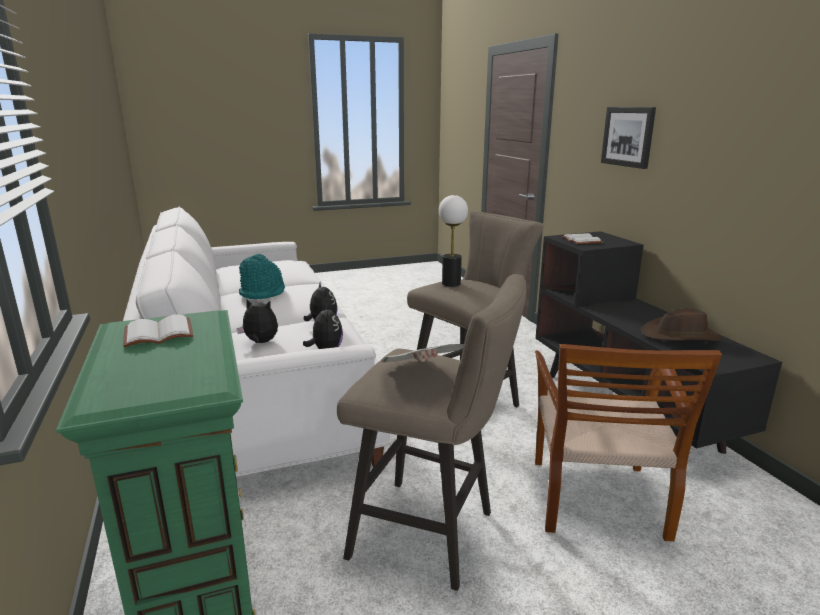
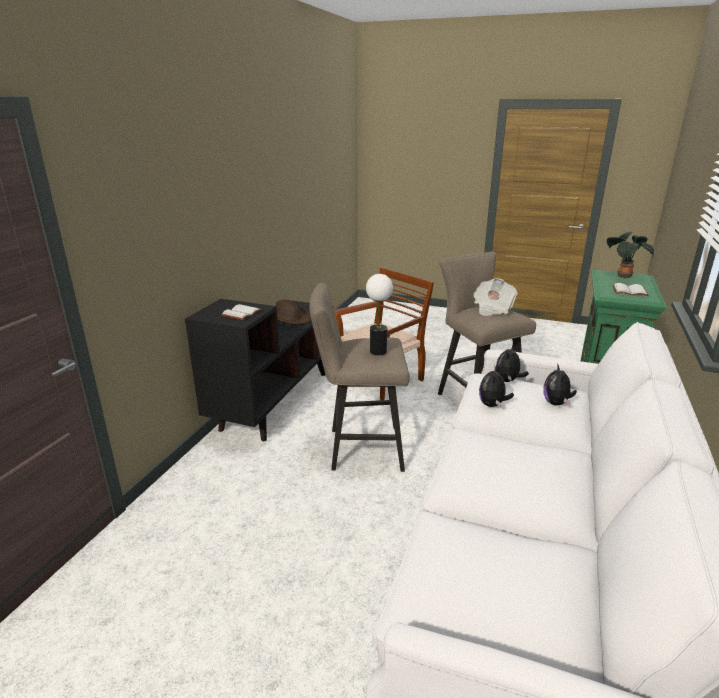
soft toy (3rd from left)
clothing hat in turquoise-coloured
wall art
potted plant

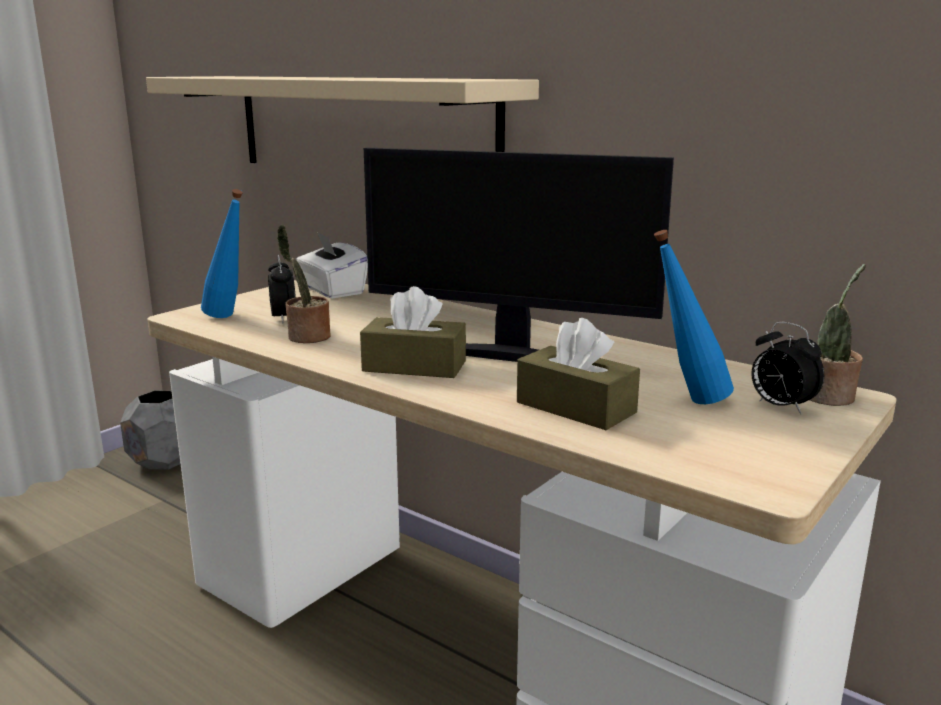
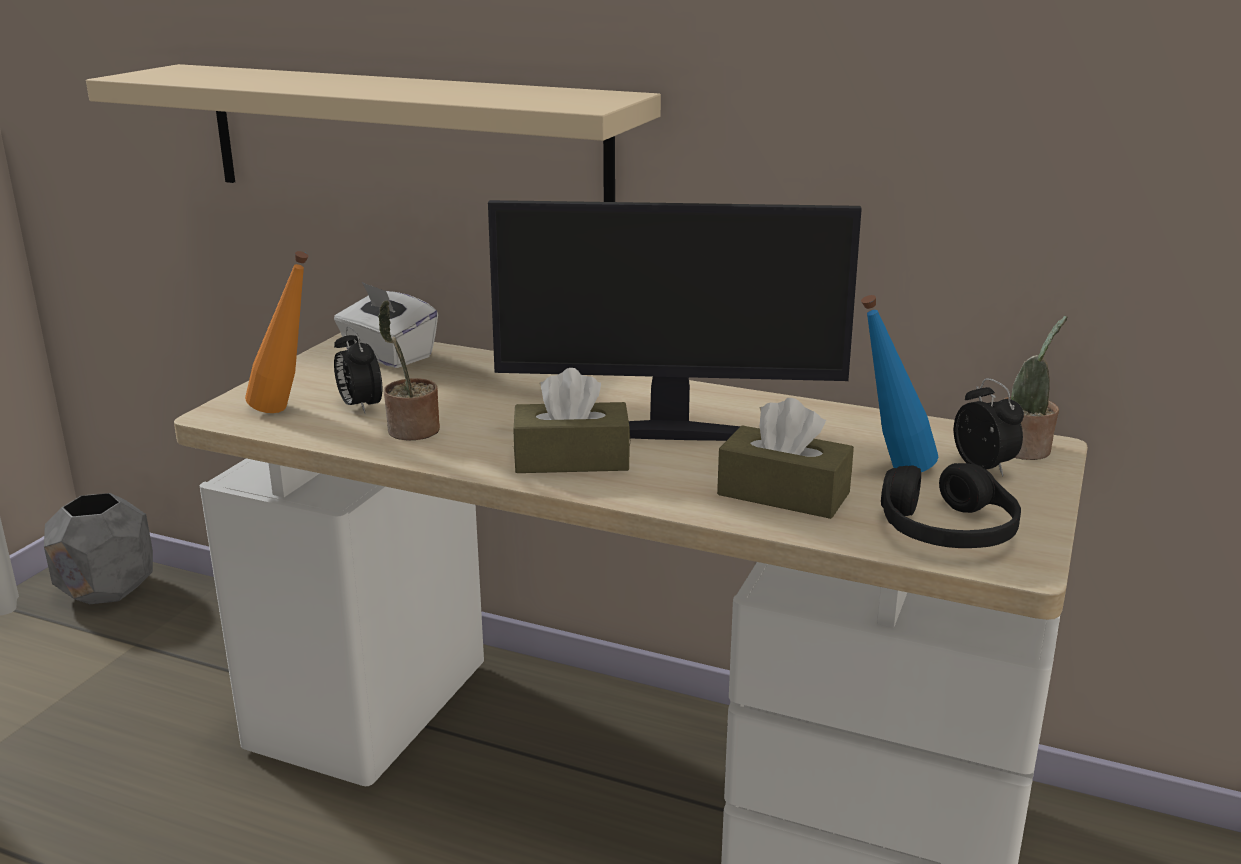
drink bottle in orange-coloured
table clock (2nd from left)
headset in blackish

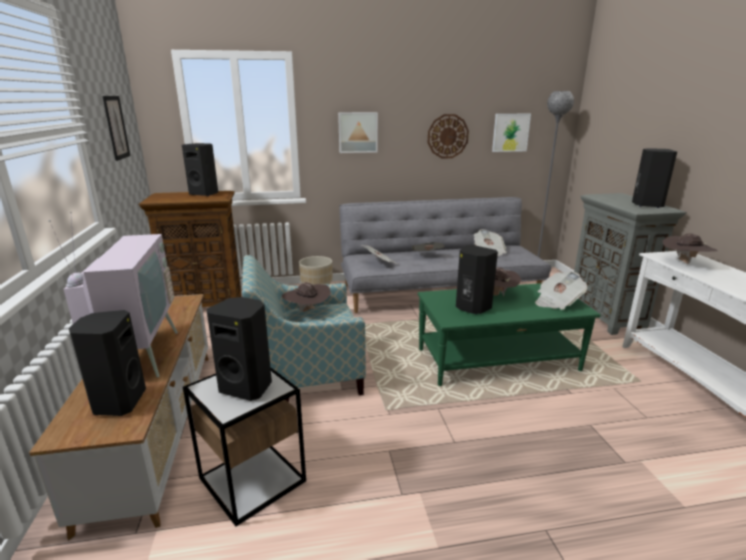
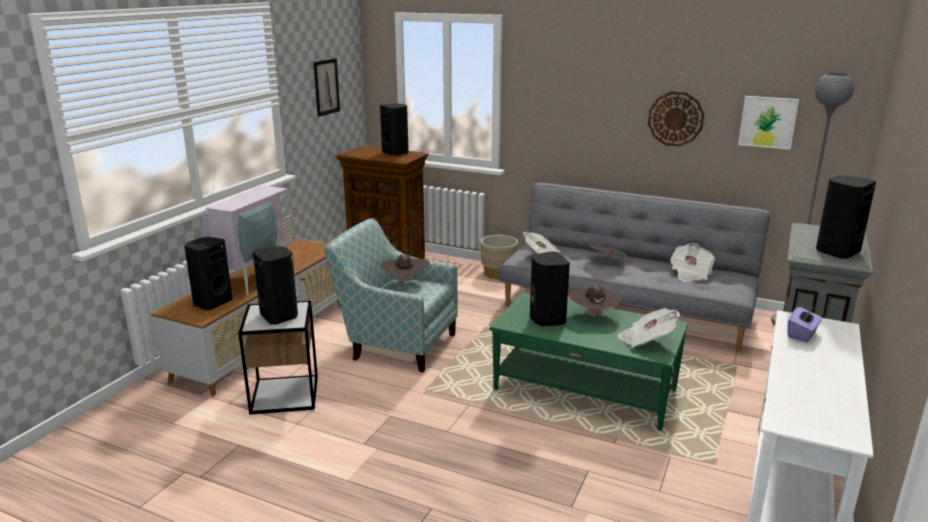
wall art (2nd from left in the first image)
tissue box in purple

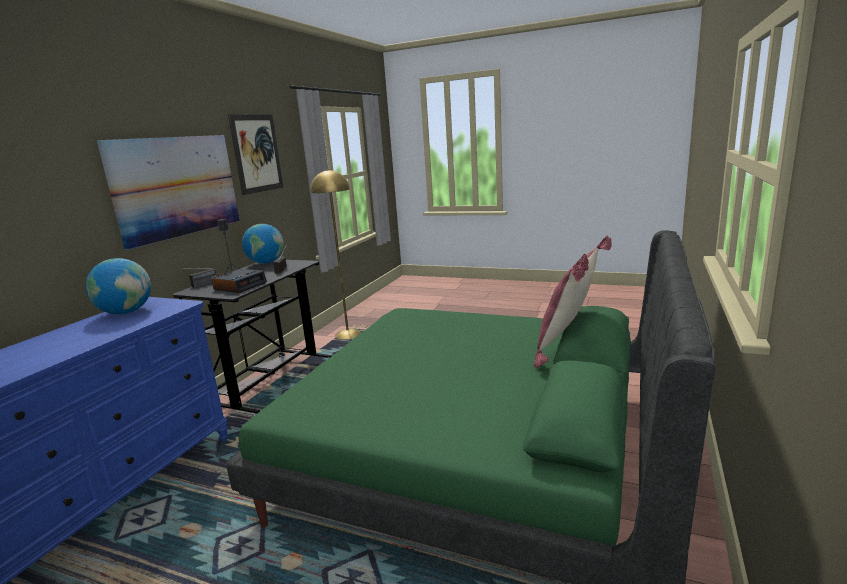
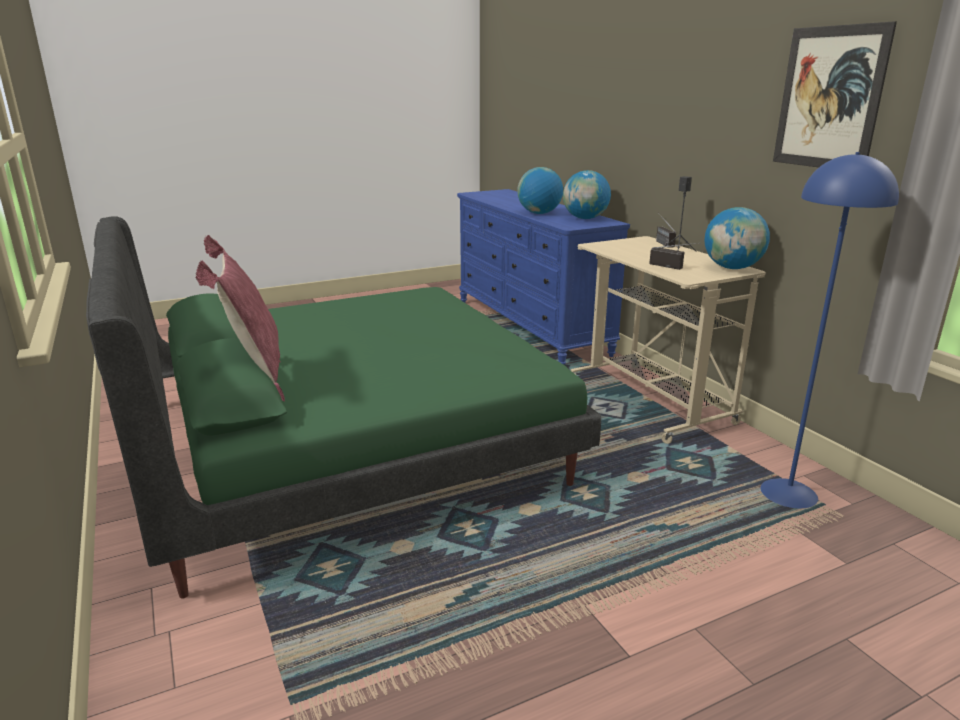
wall art (1st from left in the first image)
desk in sand-coloured
table clock
standing lamp in blue
world globe (1st from left)

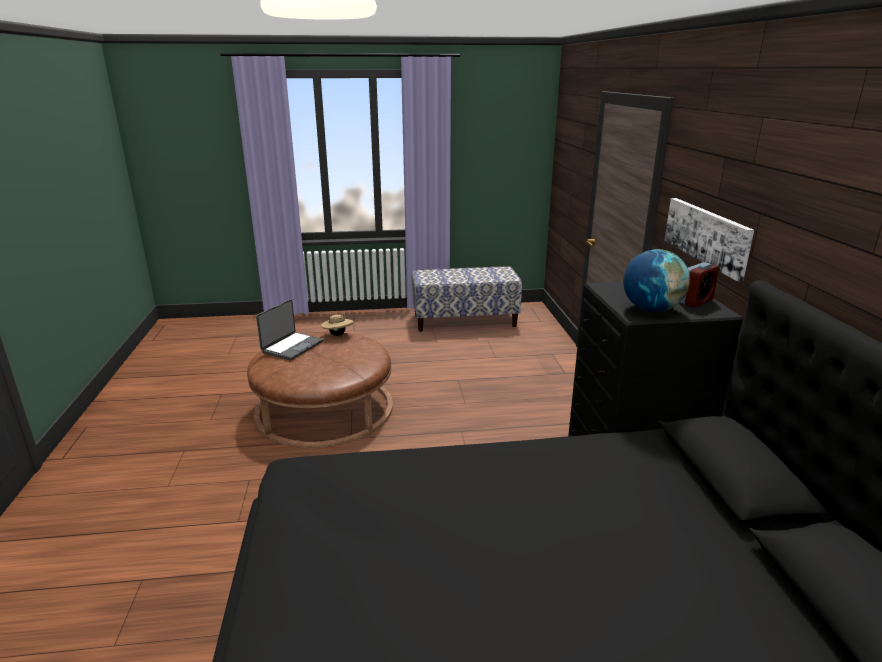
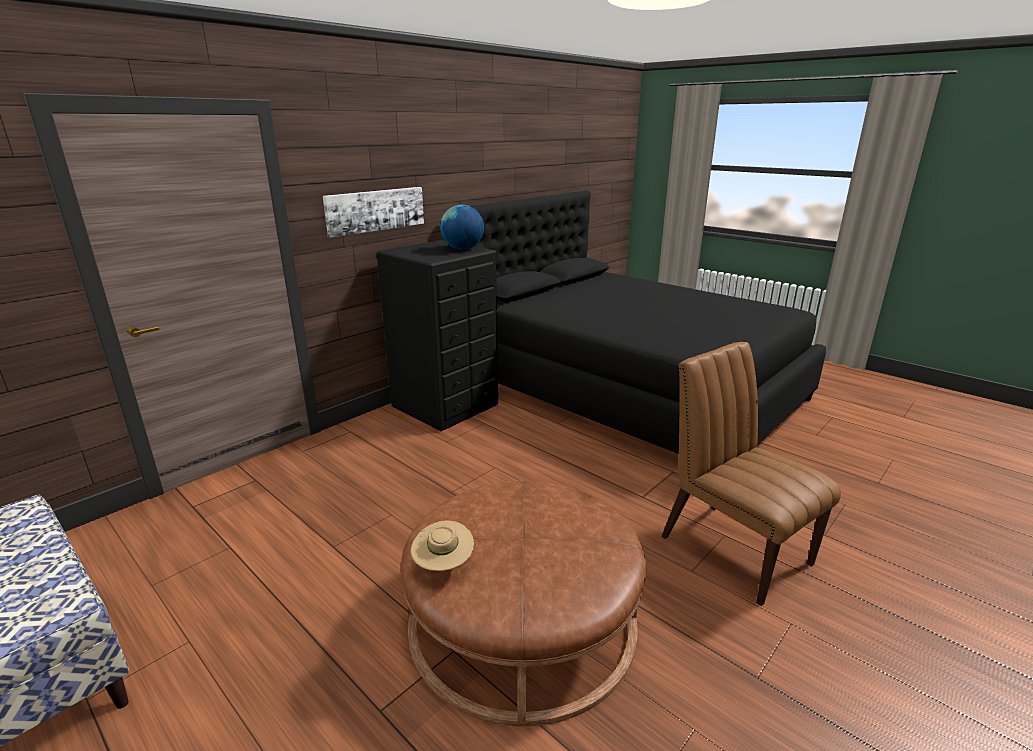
portable computer
table clock
chair in brown-coloured

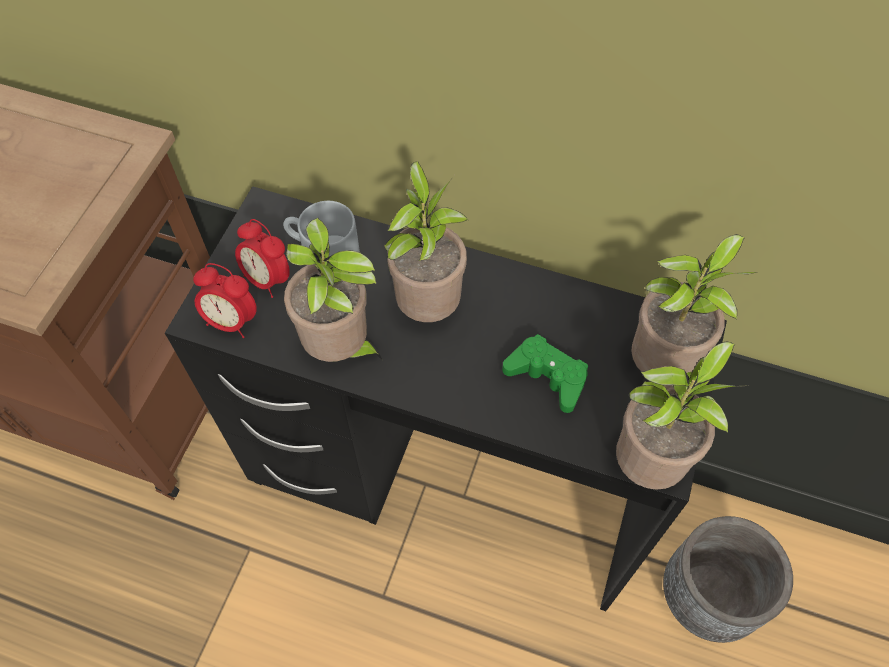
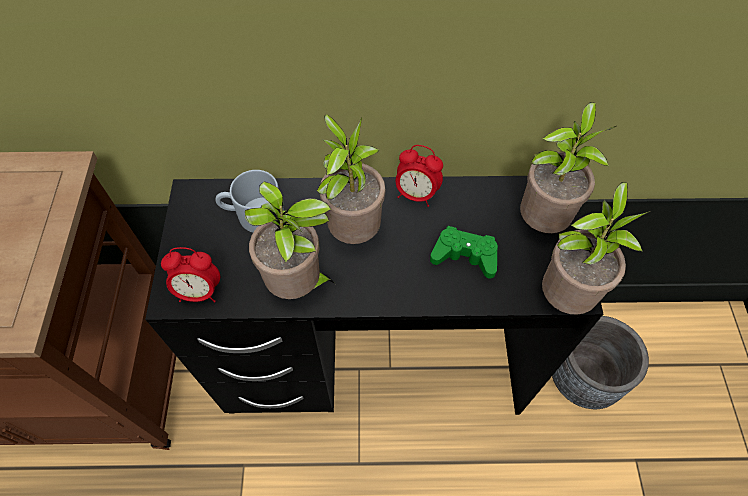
table clock (2nd from left)

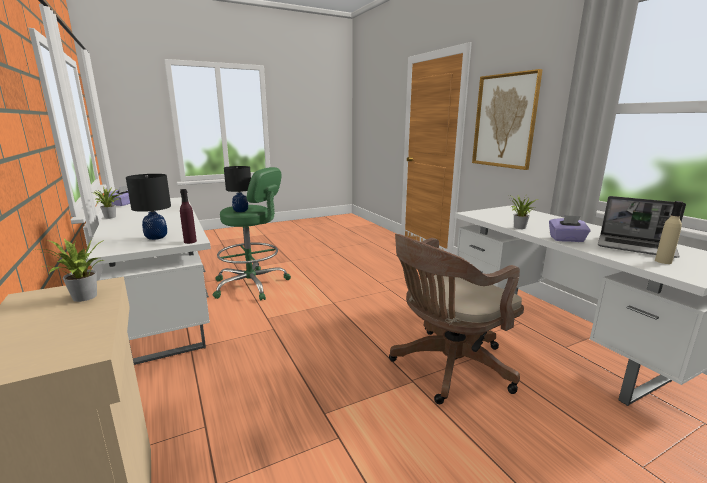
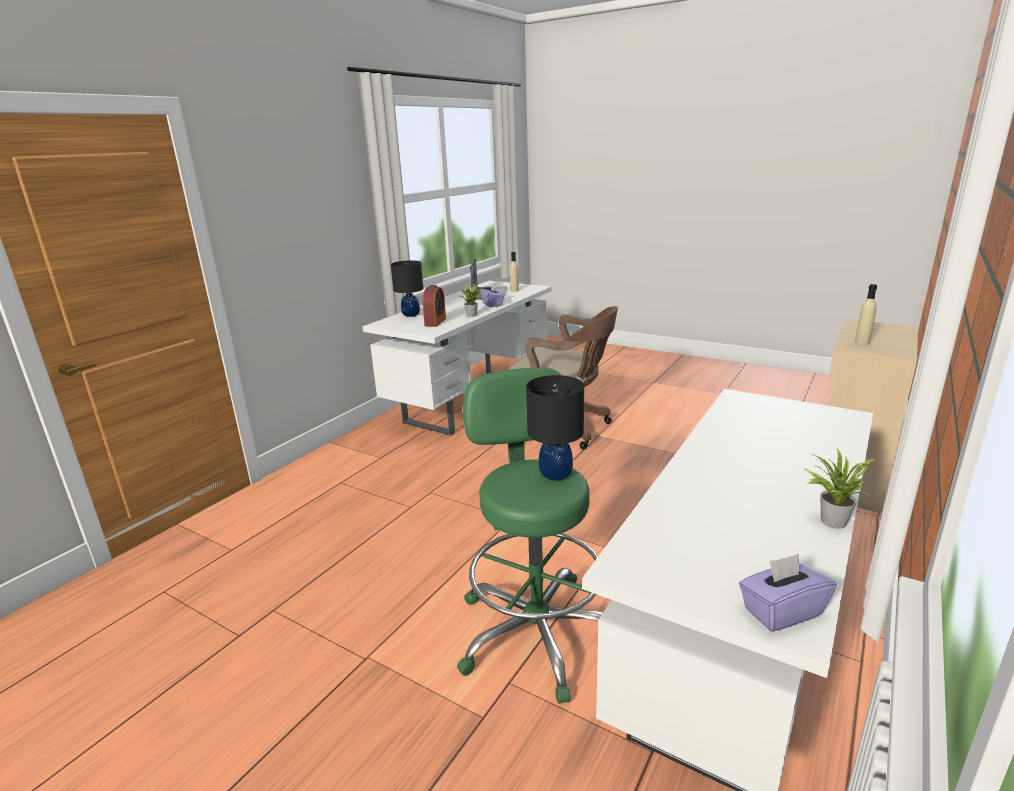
drink bottle in sand-coloured (2nd from left)
lamp for a table in blackish (1st from left)
drink bottle in purple
wall art
table clock

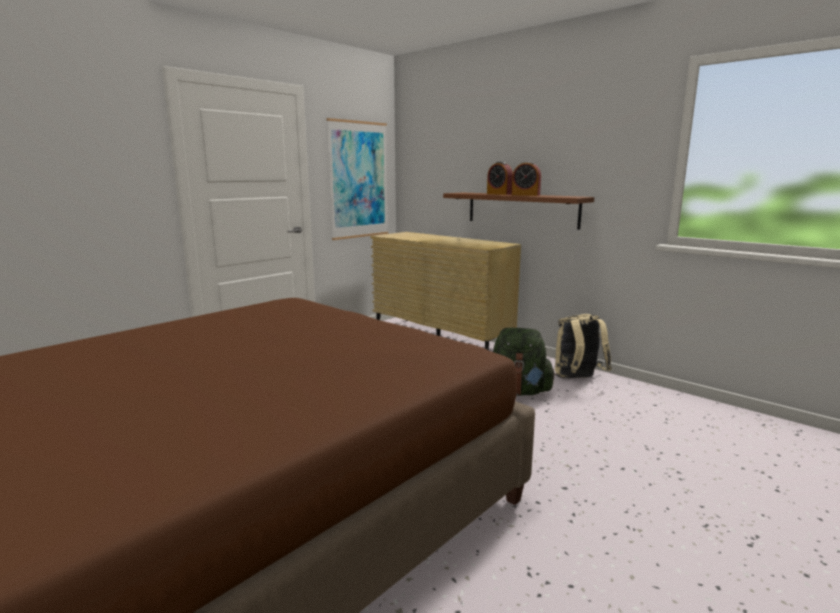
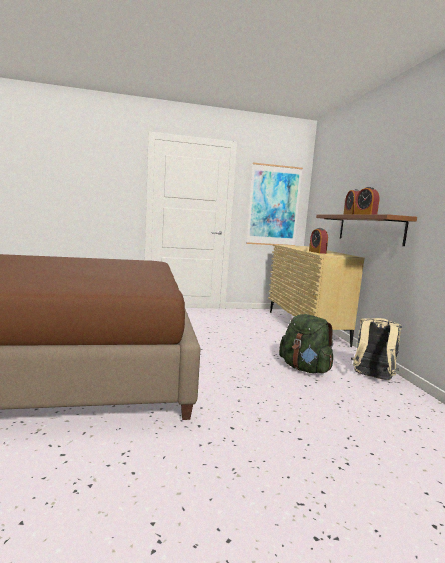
table clock (1st from left)

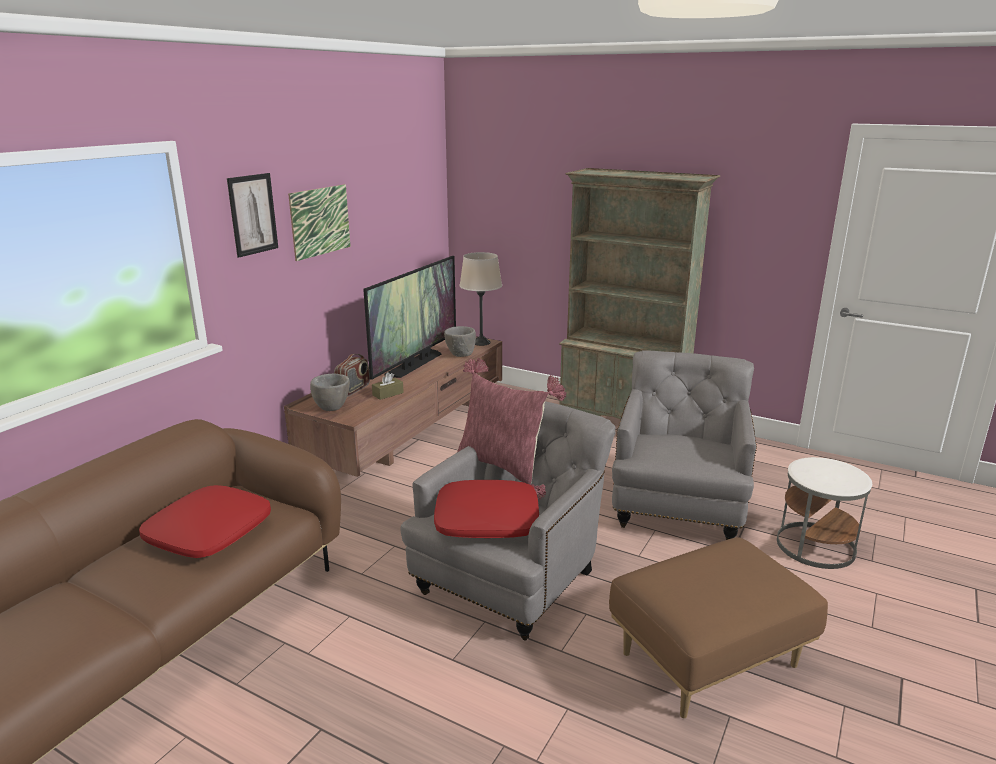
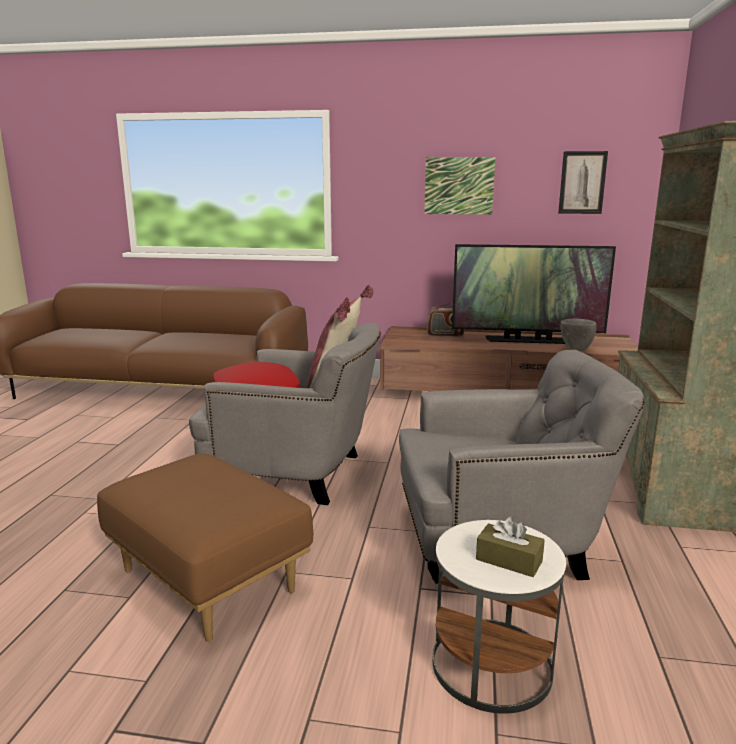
pillow in red-coloured (1st from left in the first image)
wall art (2nd from left)
deep dish in gray (1st from left in the first image)
tissue box in brown-coloured
lamp for a table in sand-coloured

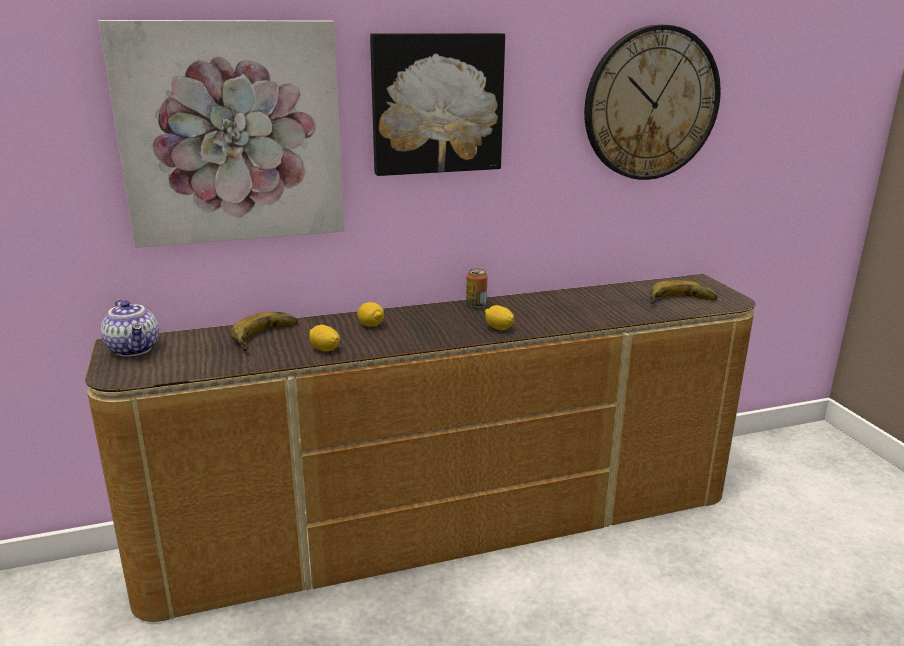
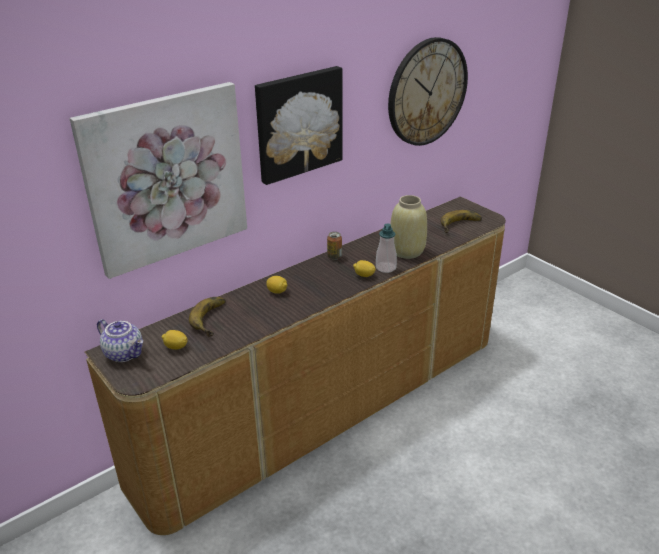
citrus fruit (1st from left)
soap bottle
vase in sand-coloured

